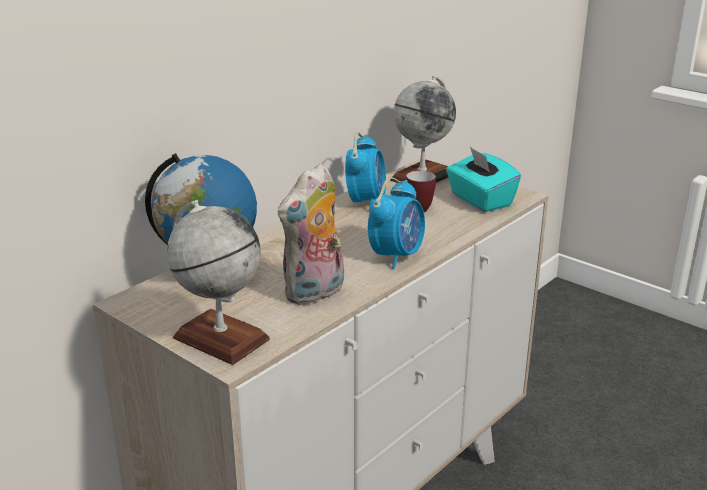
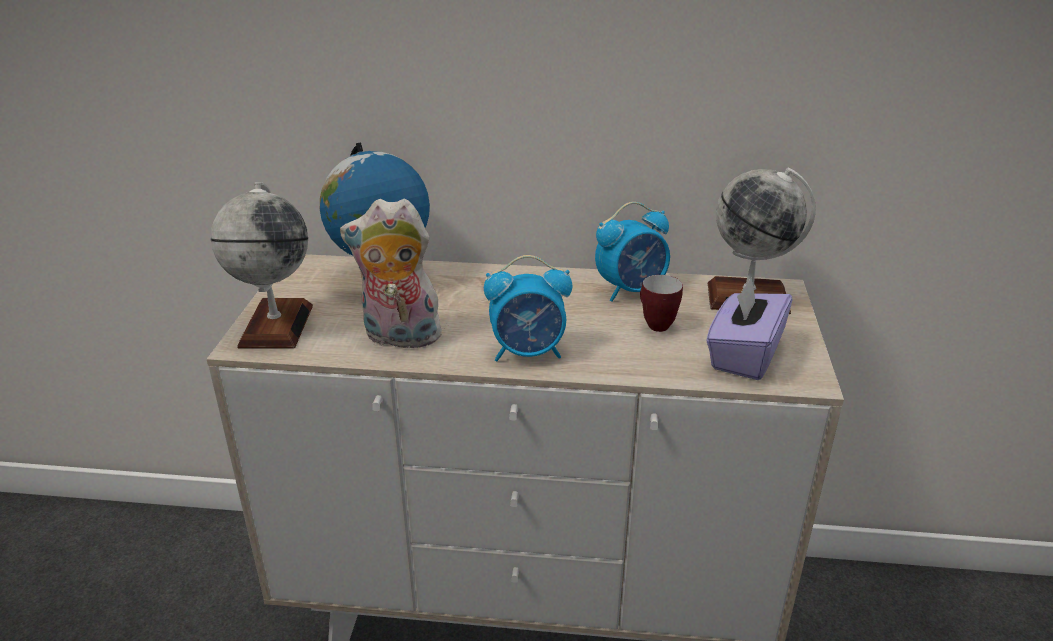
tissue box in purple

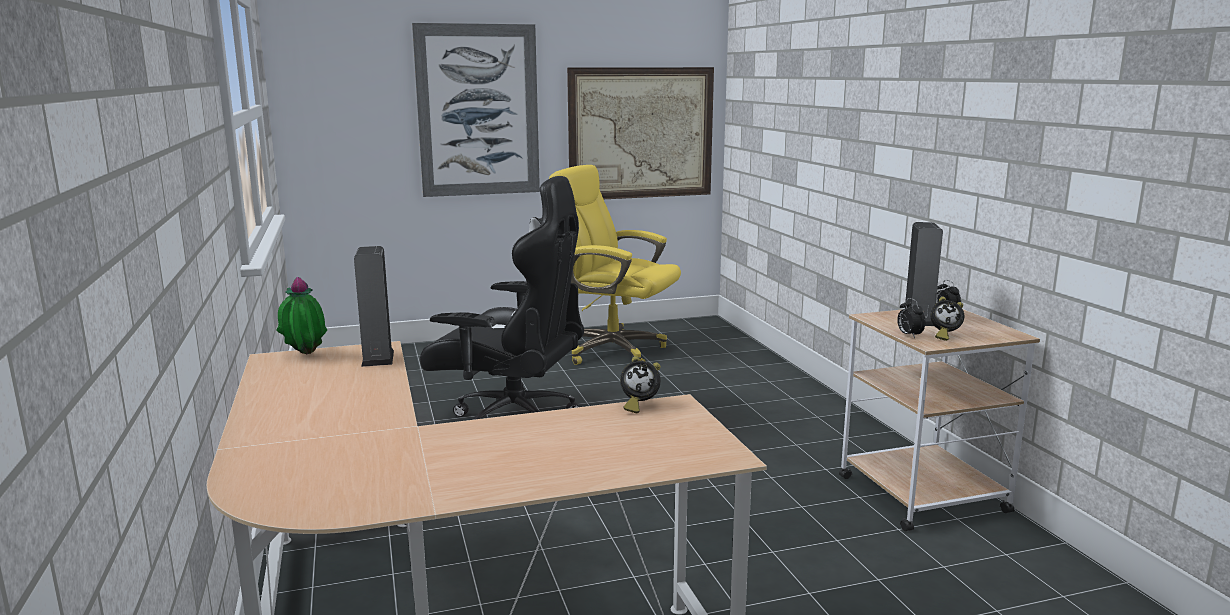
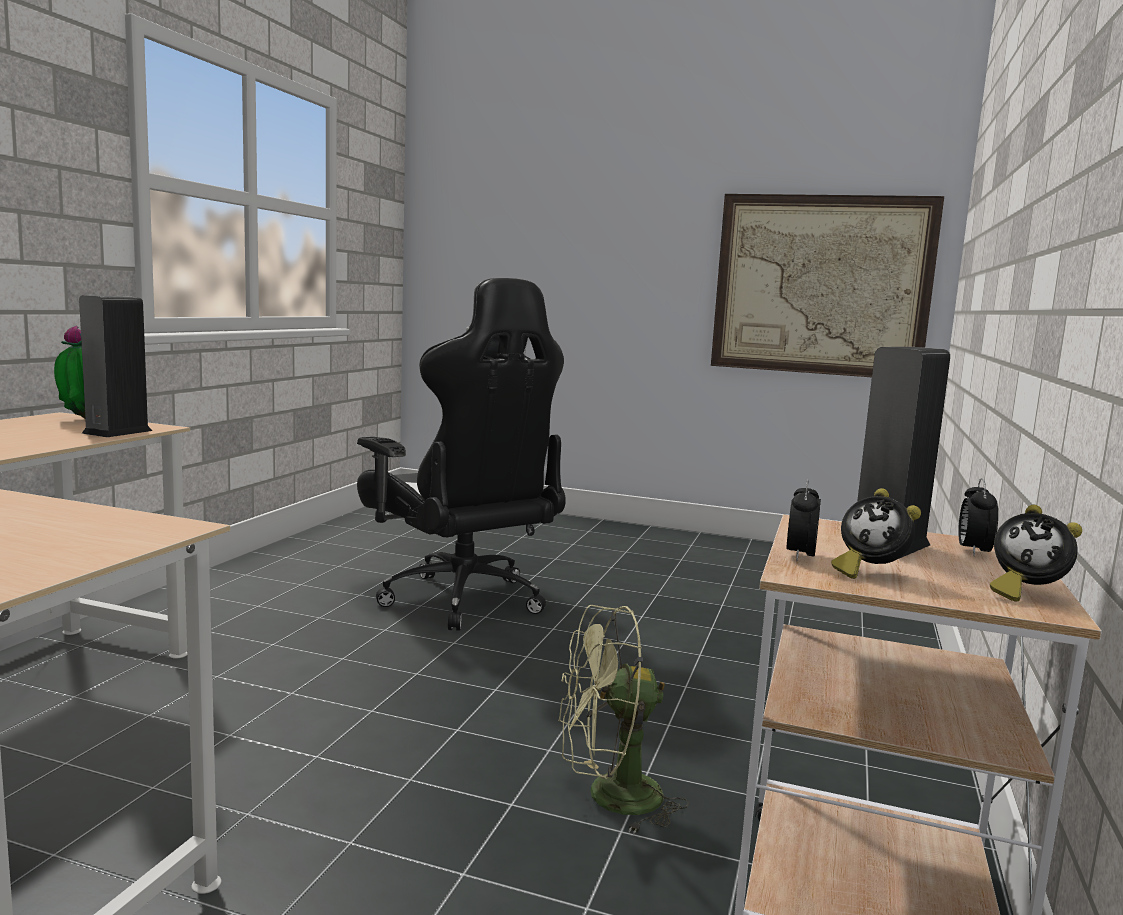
wall art (1st from left in the first image)
computer chair in yellow-coloured
table clock (4th from left)
fan in green-coloured

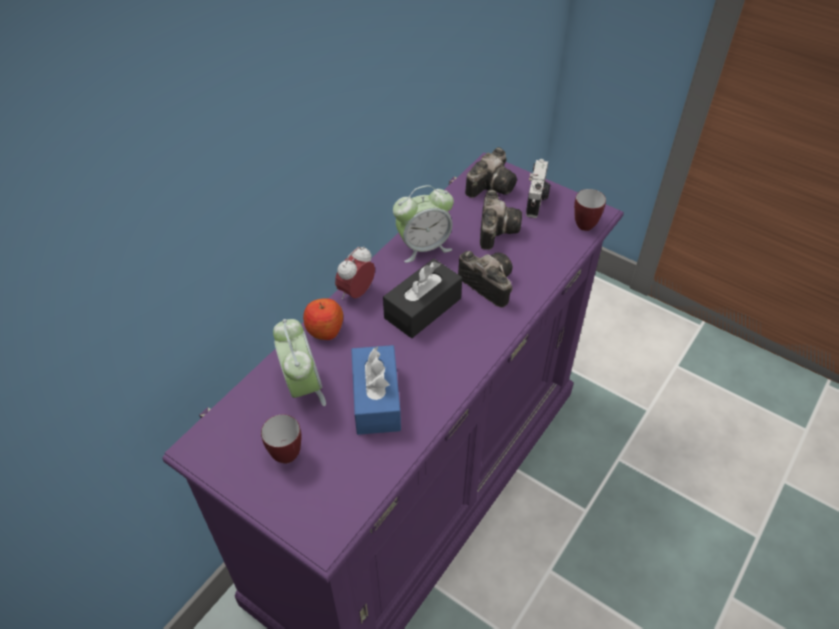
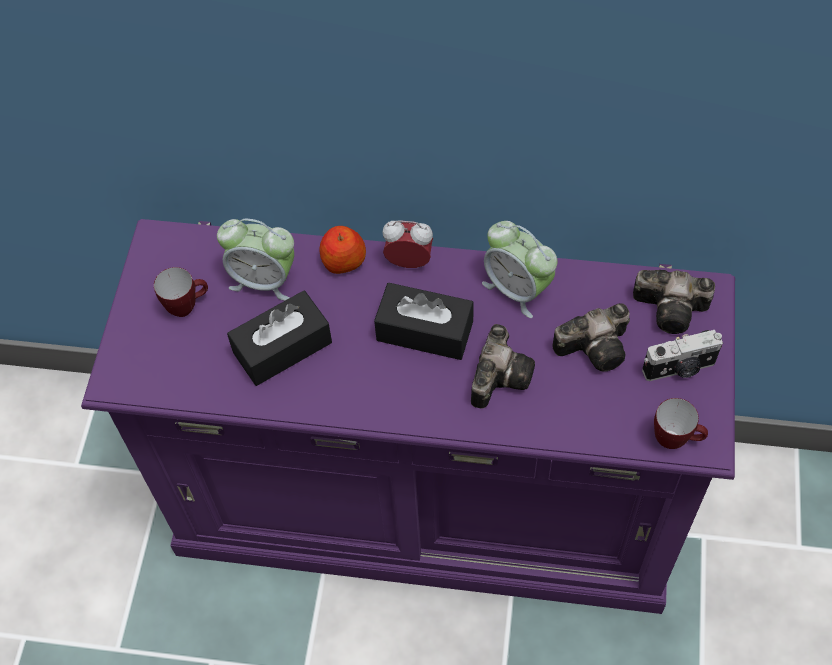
table clock (1st from left)
tissue box in blackish (1st from left)

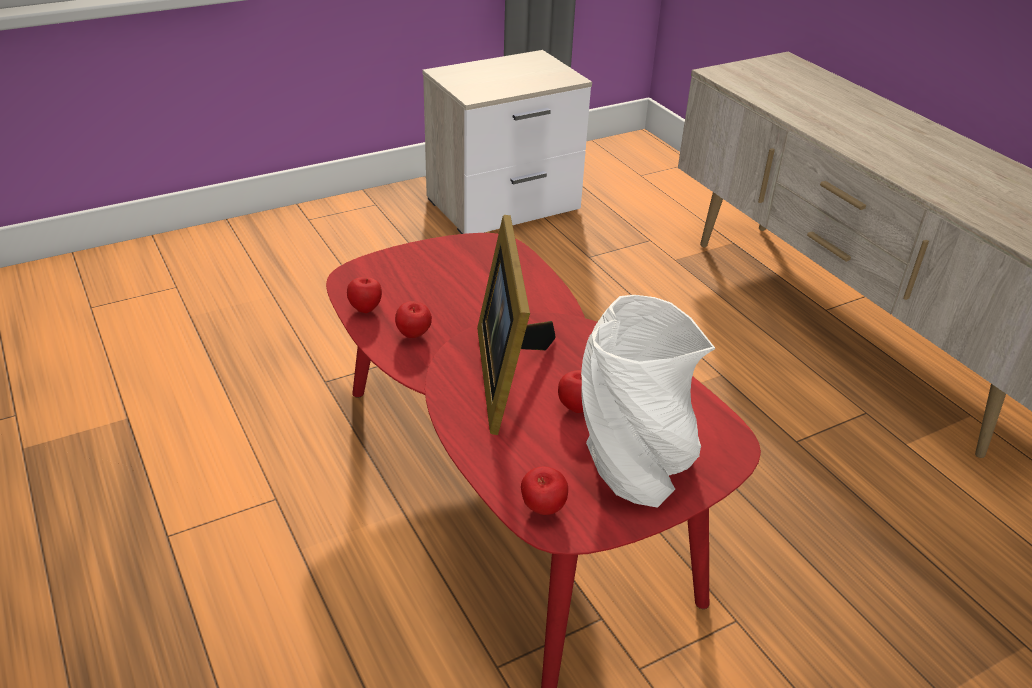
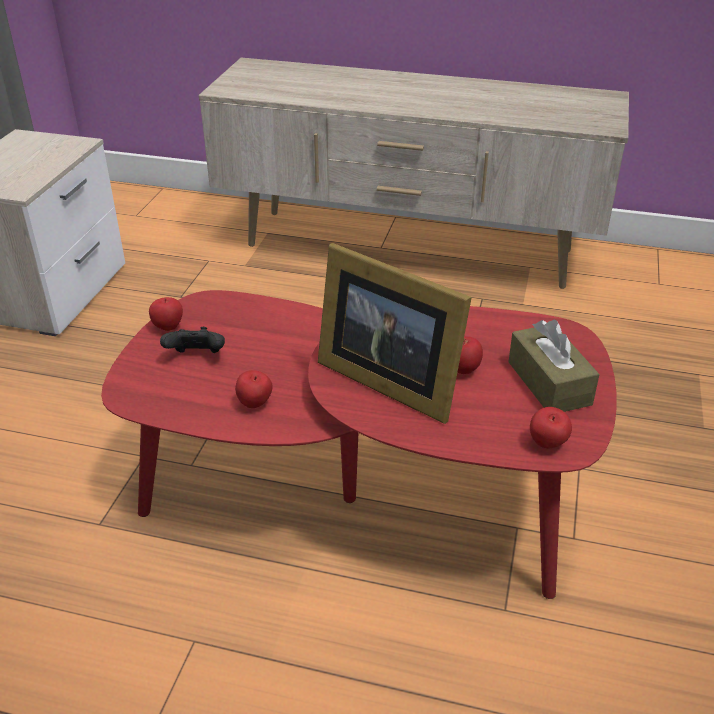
apple (1st from left)
tissue box in brown-coloured
gamepad in blackish

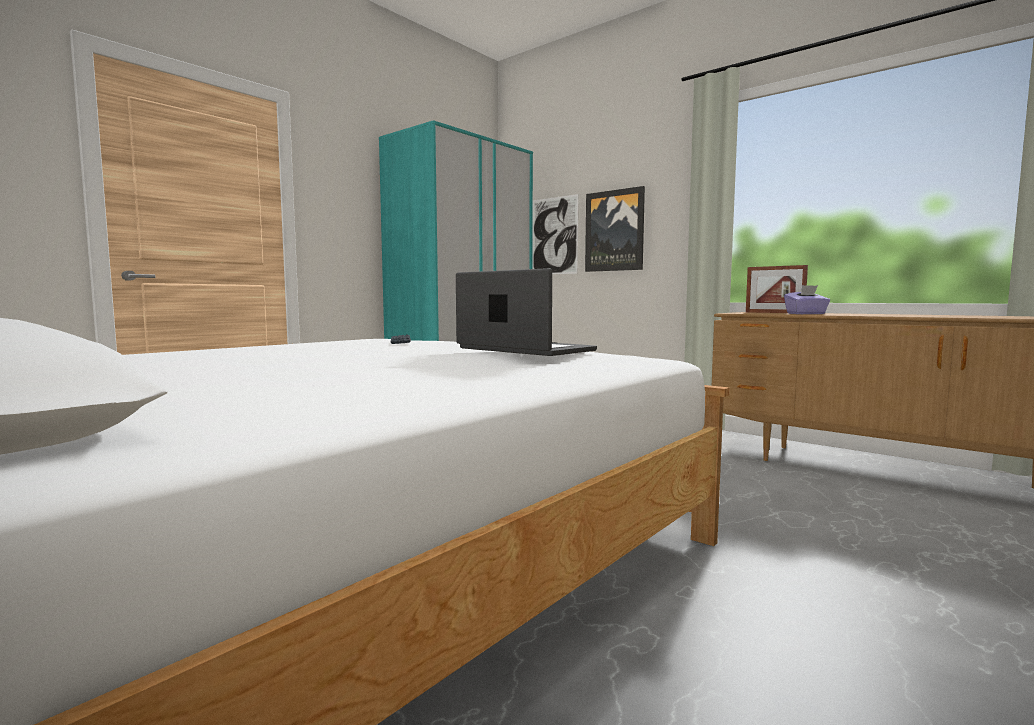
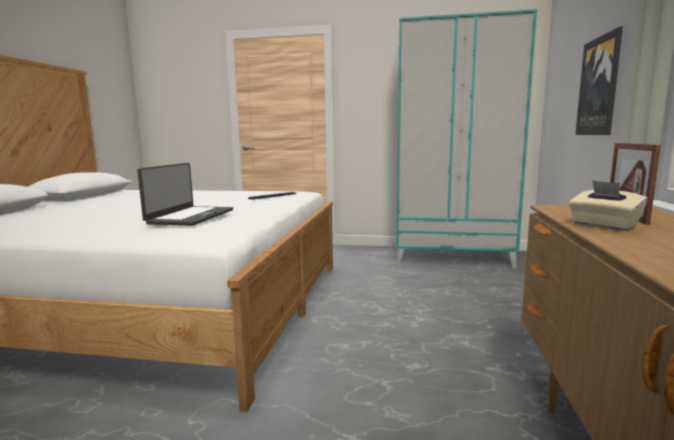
wall art (1st from left in the first image)
tissue box in sand-coloured

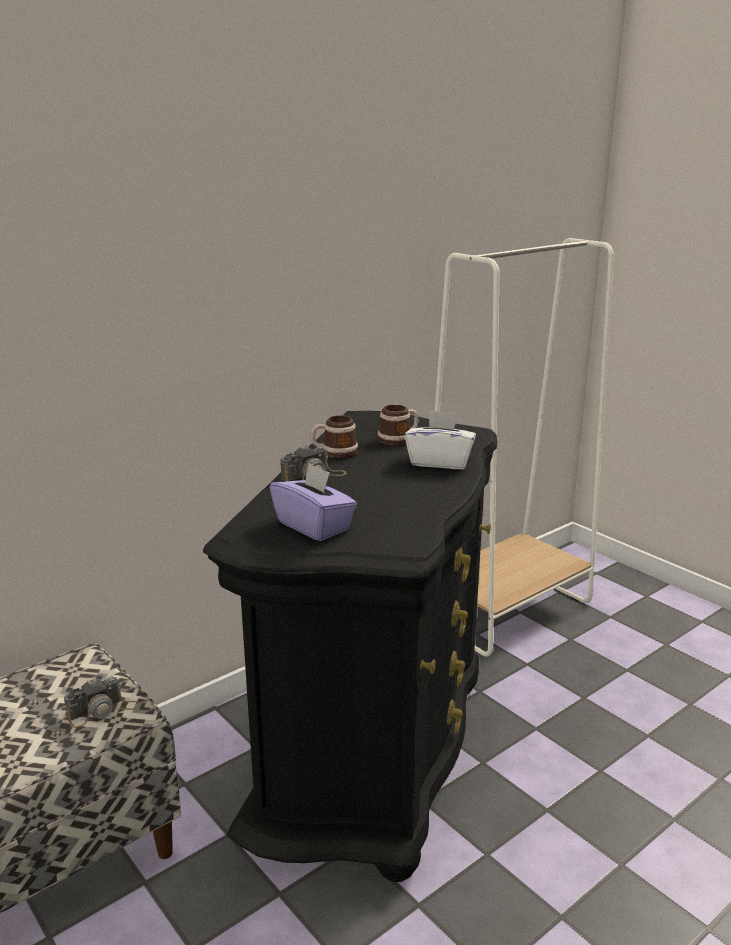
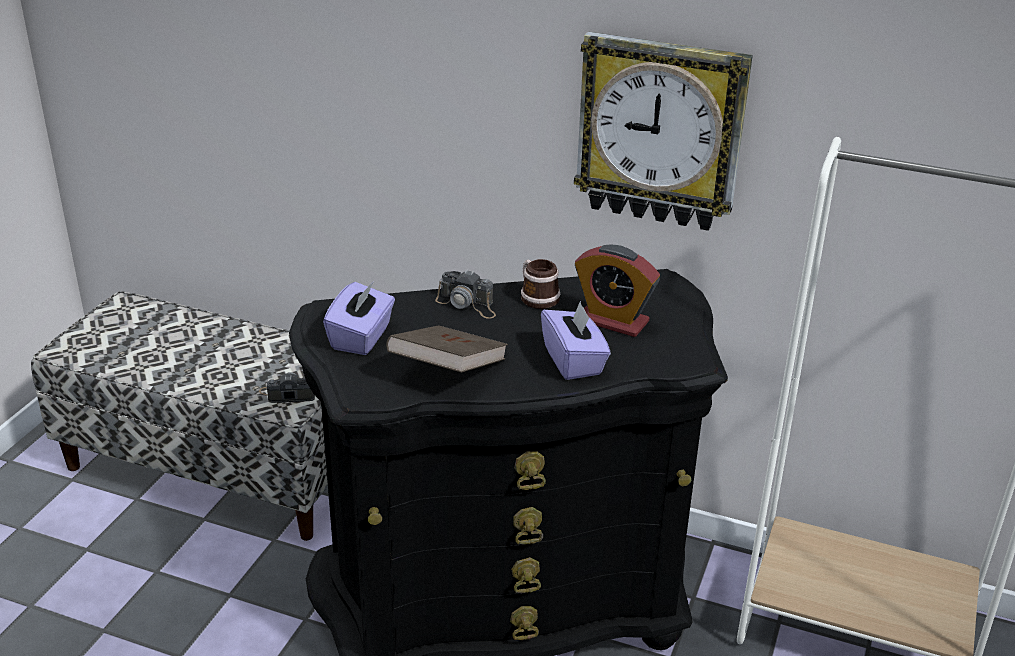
photo camera (1st from left)
table clock
tissue box in purple (2nd from left)
volume in brown-coloured
clock on the wall

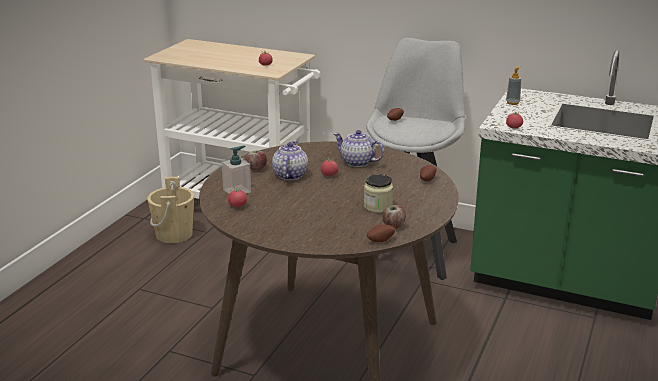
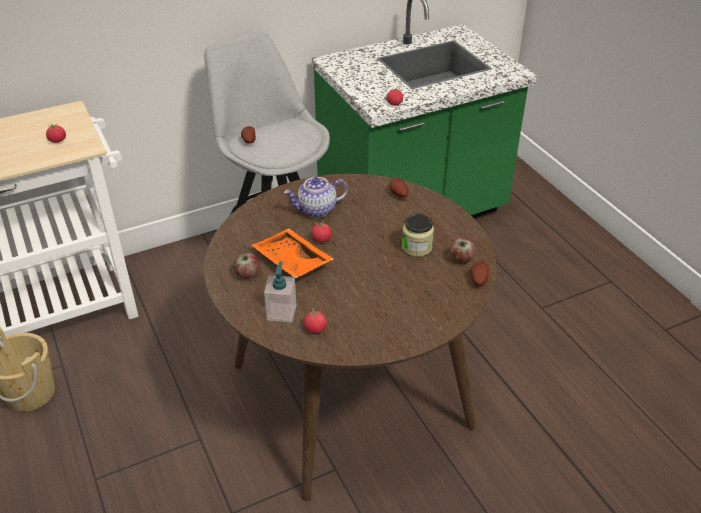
tray in orange-coloured
soap bottle (2nd from left in the first image)

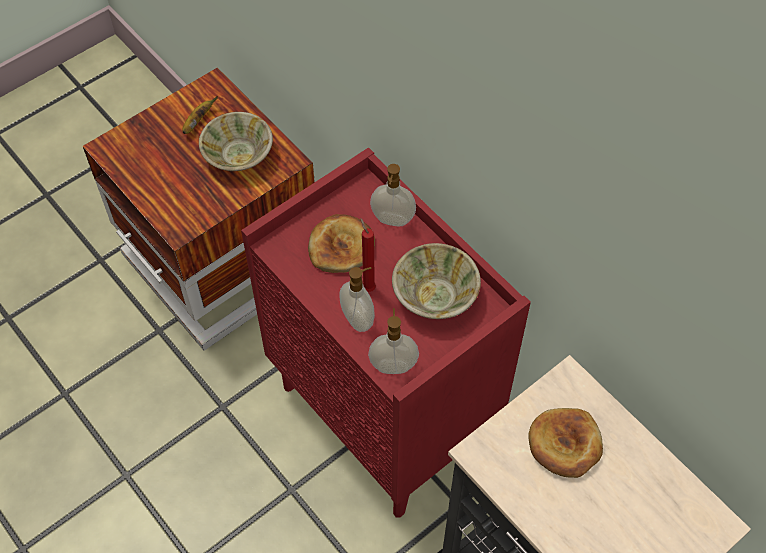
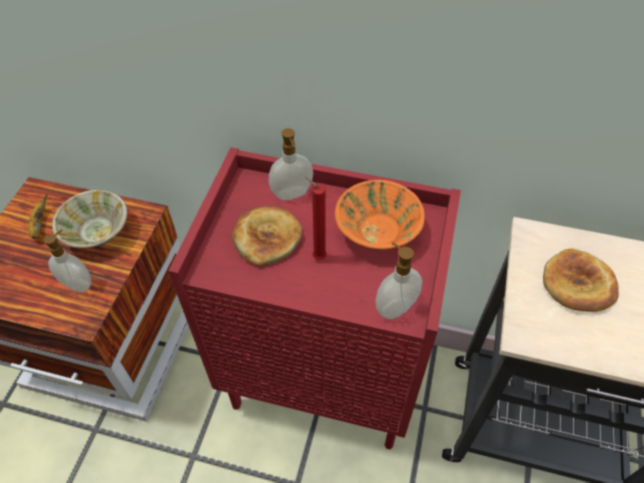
soap bottle (1st from left)
deep dish in orange-coloured

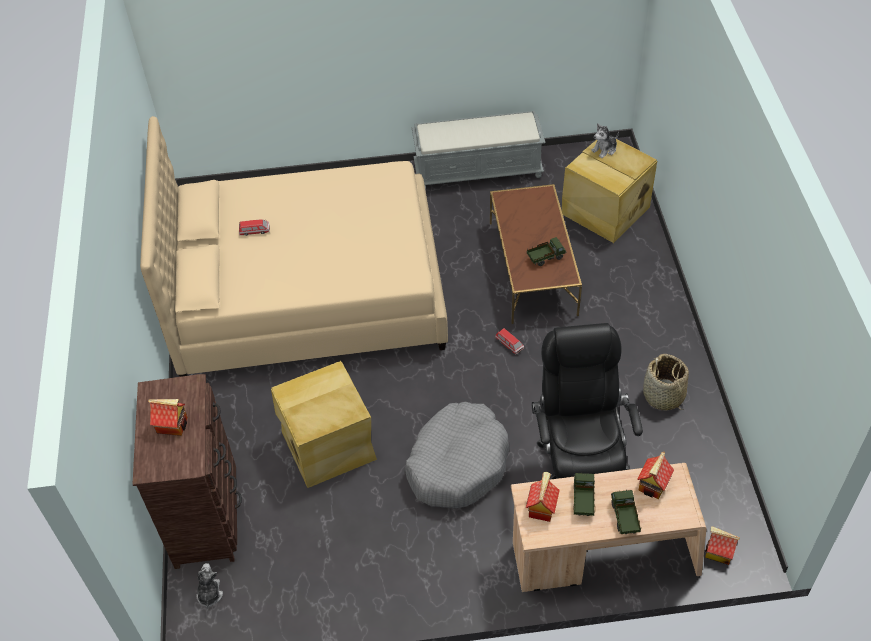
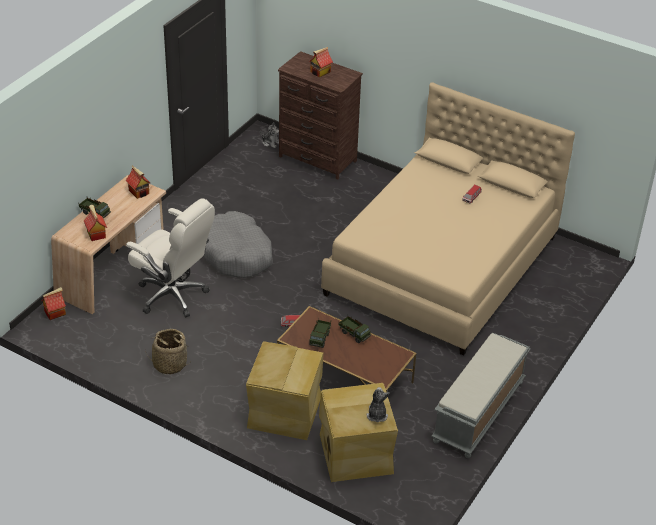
storage bin in sand-coloured (1st from left)
computer chair in whitish
model truck (3rd from left)

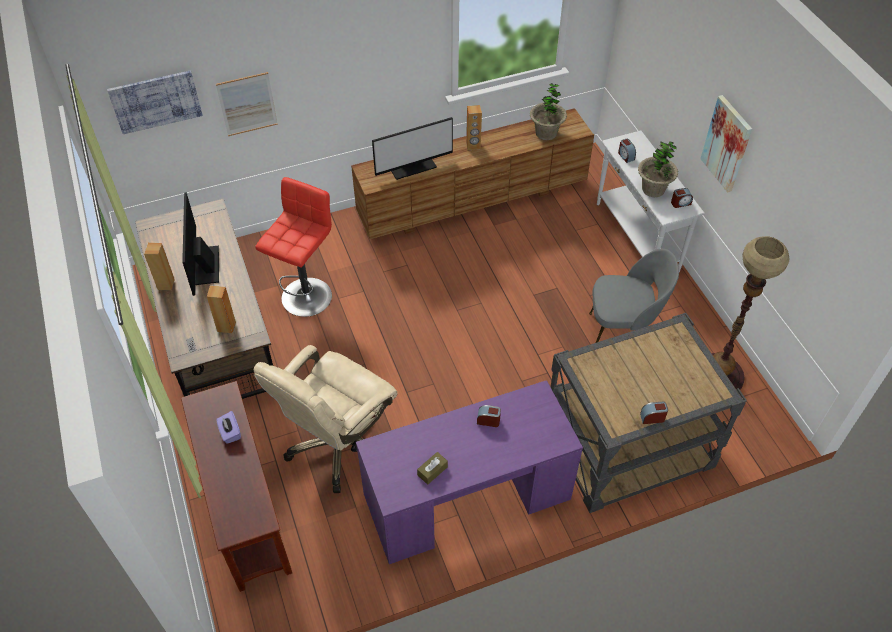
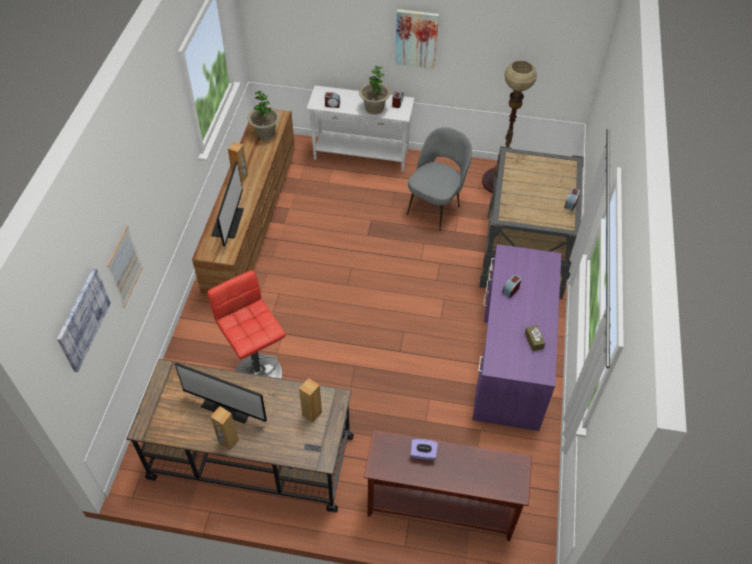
computer chair in sand-coloured

